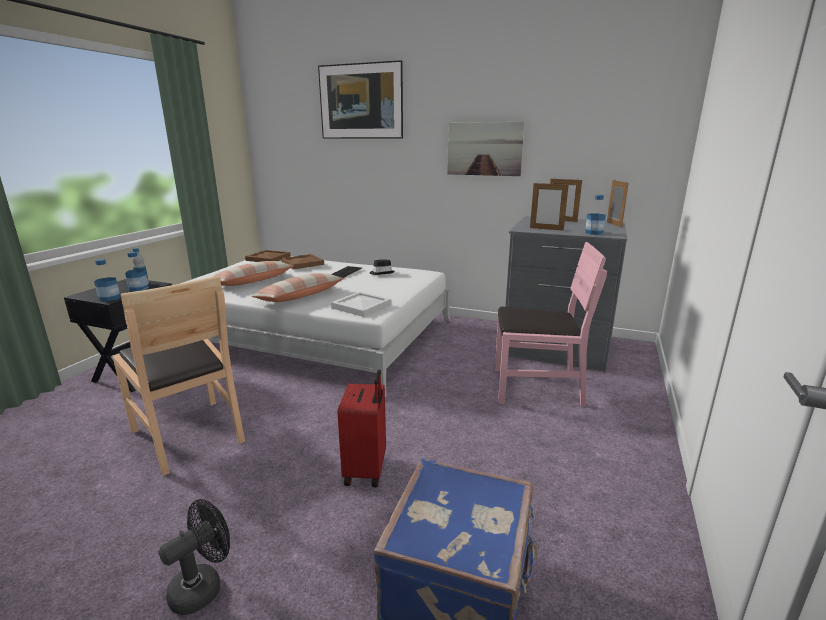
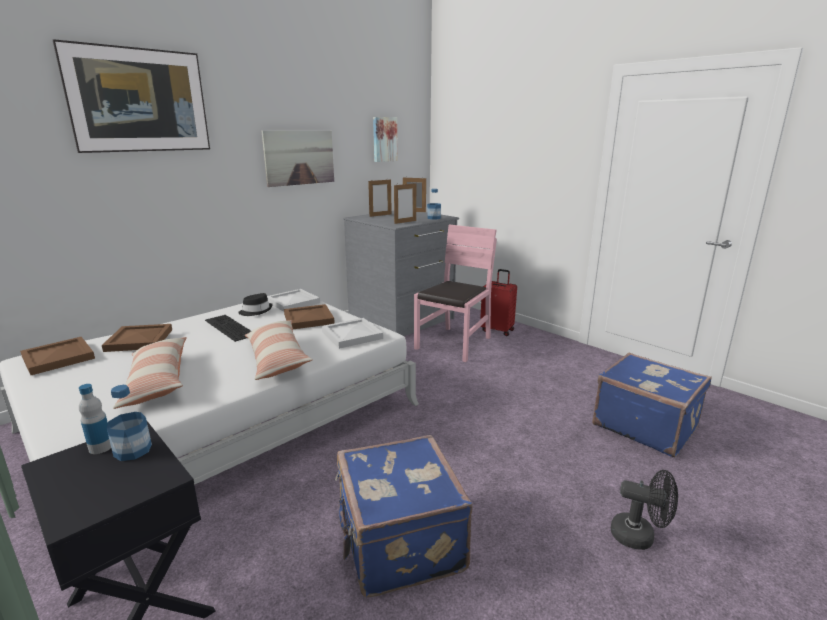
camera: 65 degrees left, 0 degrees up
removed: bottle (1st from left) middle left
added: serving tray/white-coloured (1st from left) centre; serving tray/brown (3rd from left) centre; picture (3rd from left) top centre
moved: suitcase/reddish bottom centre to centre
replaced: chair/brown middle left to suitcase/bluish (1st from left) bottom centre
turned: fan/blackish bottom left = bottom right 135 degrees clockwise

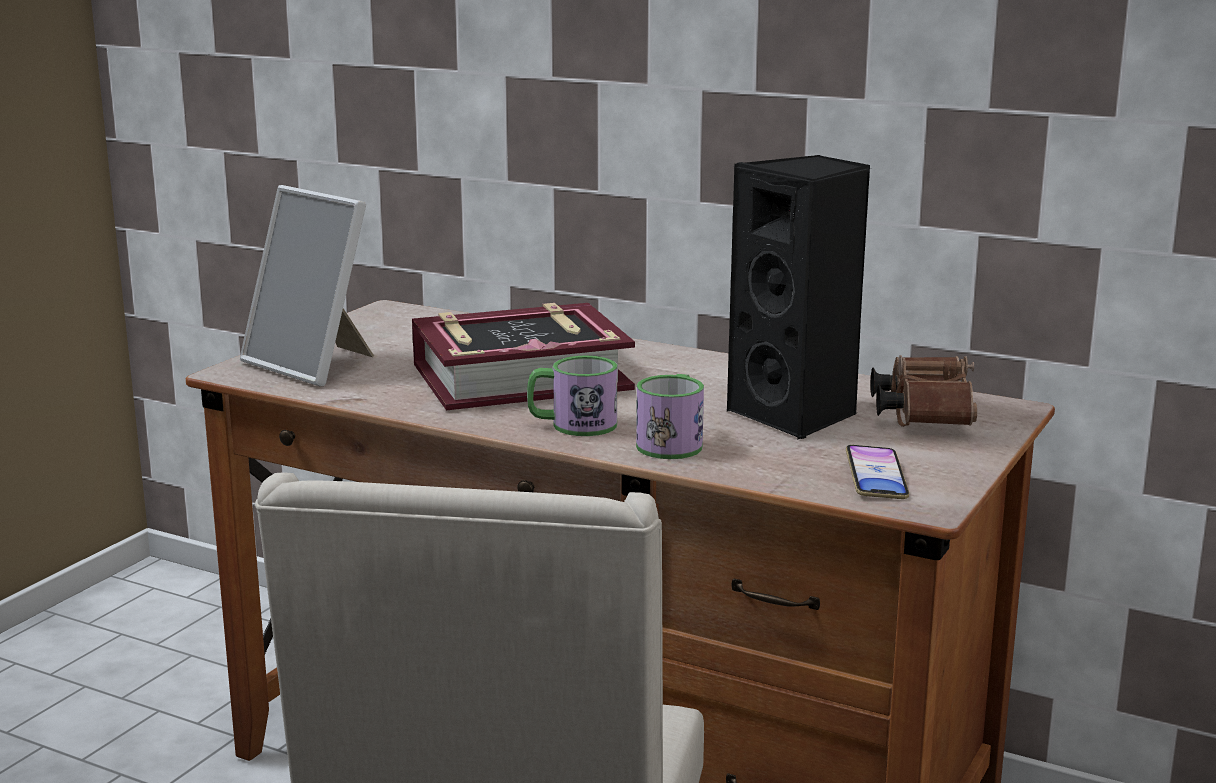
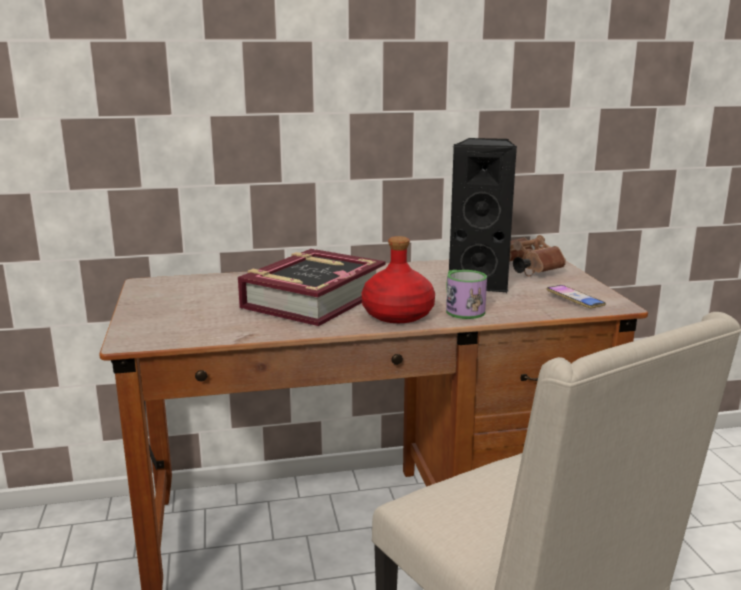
camera: 40 degrees left, 0 degrees up
removed: photo frame middle left
replaced: coffee mug (1st from left) centre to bottle/reddish centre

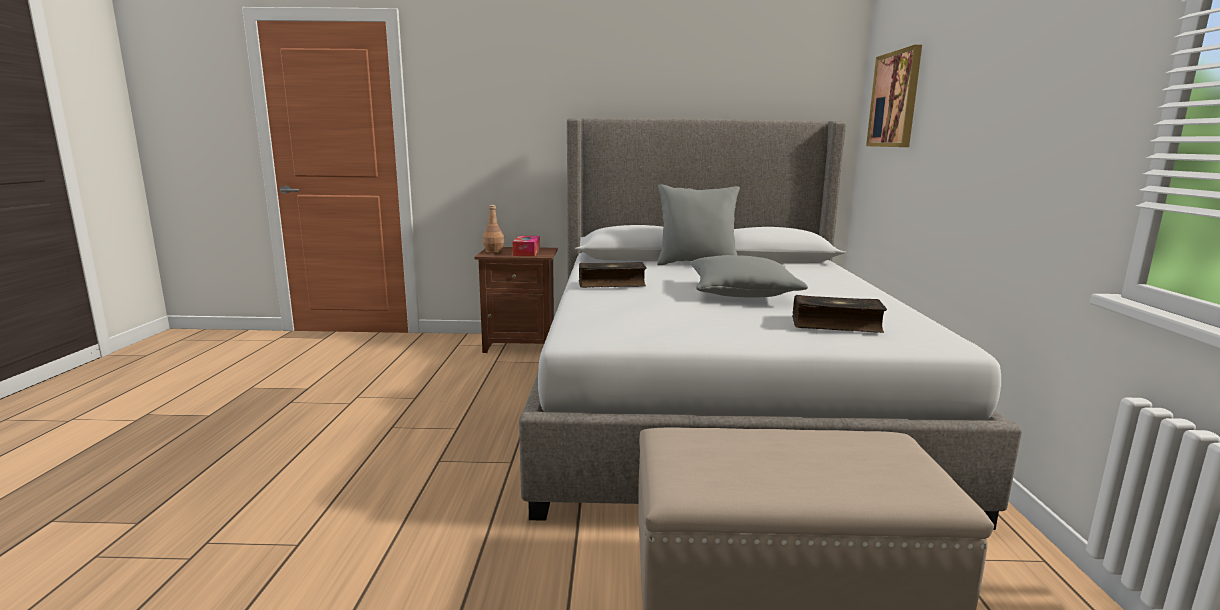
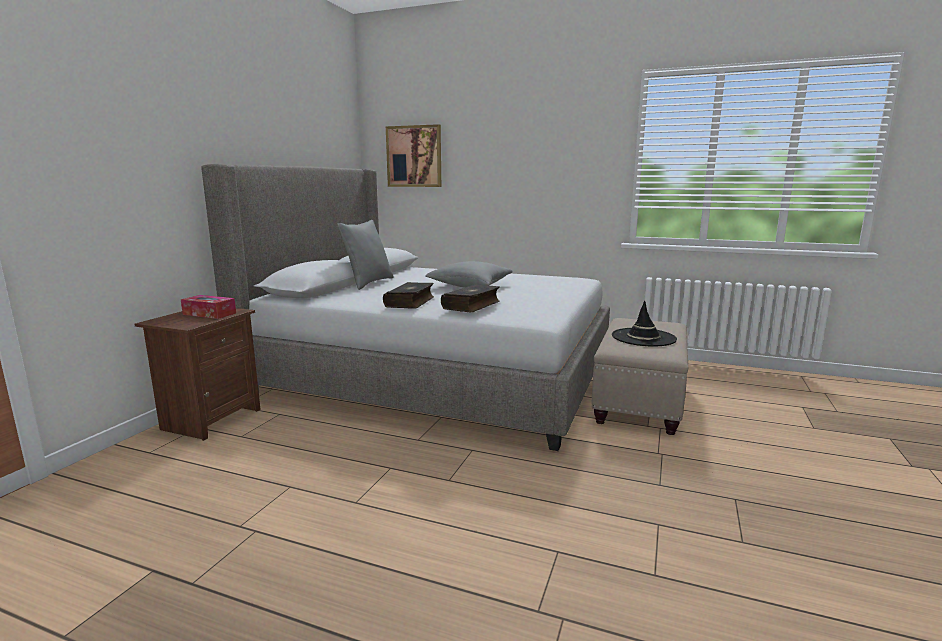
camera: 70 degrees left, 0 degrees up
removed: bottle/brown centre
added: hat/blackish middle right
moved: bound book (2nd from left) middle right to centre

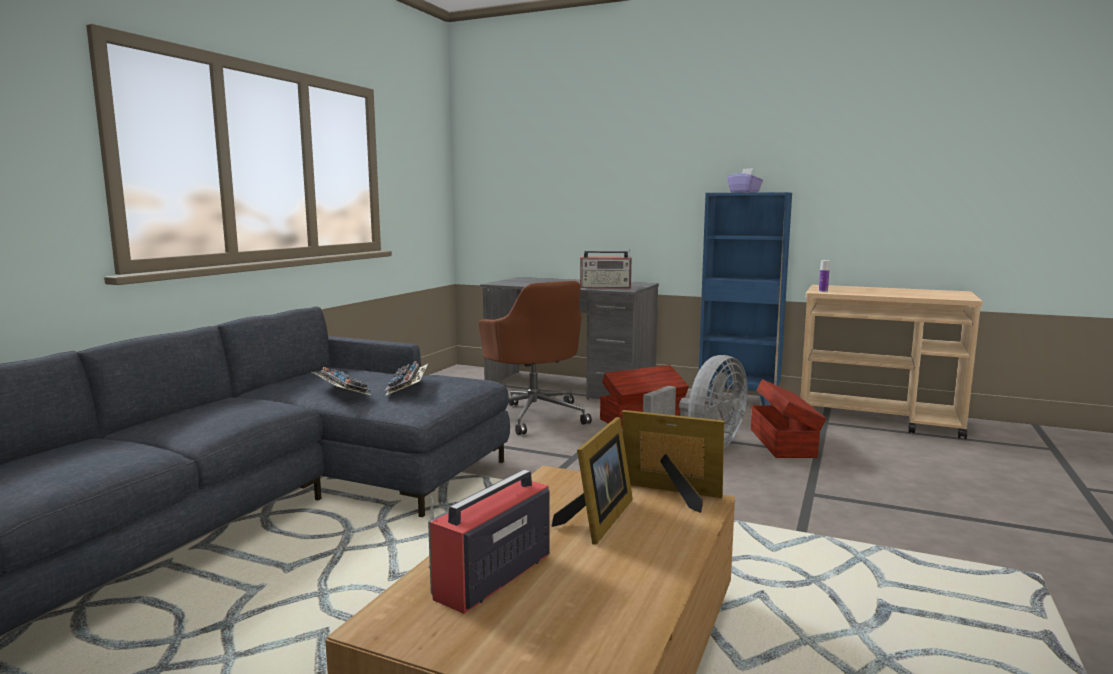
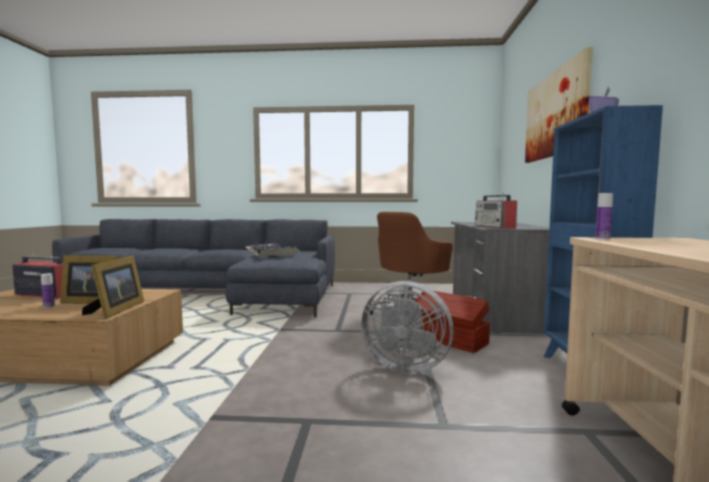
camera: 70 degrees right, 5 degrees down
removed: storage bin/brown (2nd from left) middle right
added: bottle (1st from left) middle left; picture top right

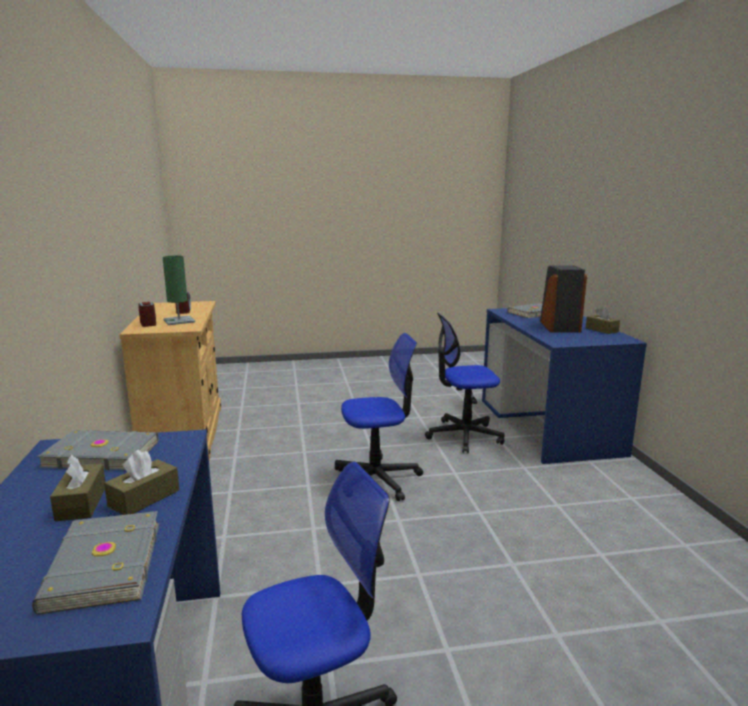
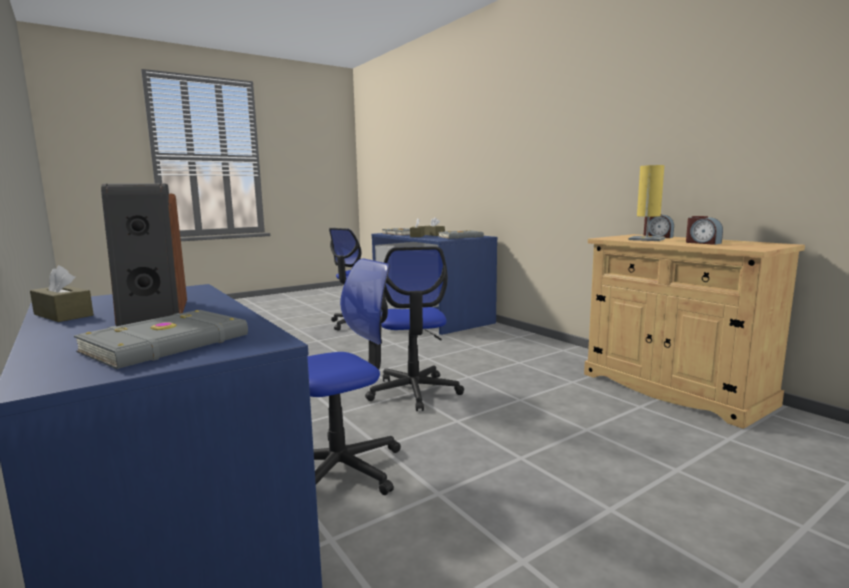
camera: 155 degrees right, 5 degrees down
recoloured: table lamp/green middle left to table lamp/yellow-coloured middle right
turned: desk chair (2nd from left in the first image) centre = centre 60 degrees counterclockwise

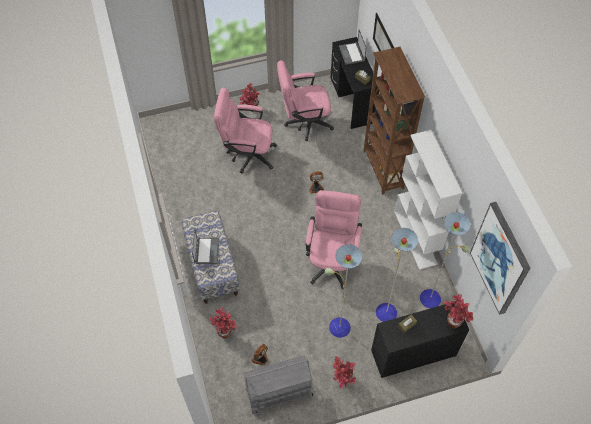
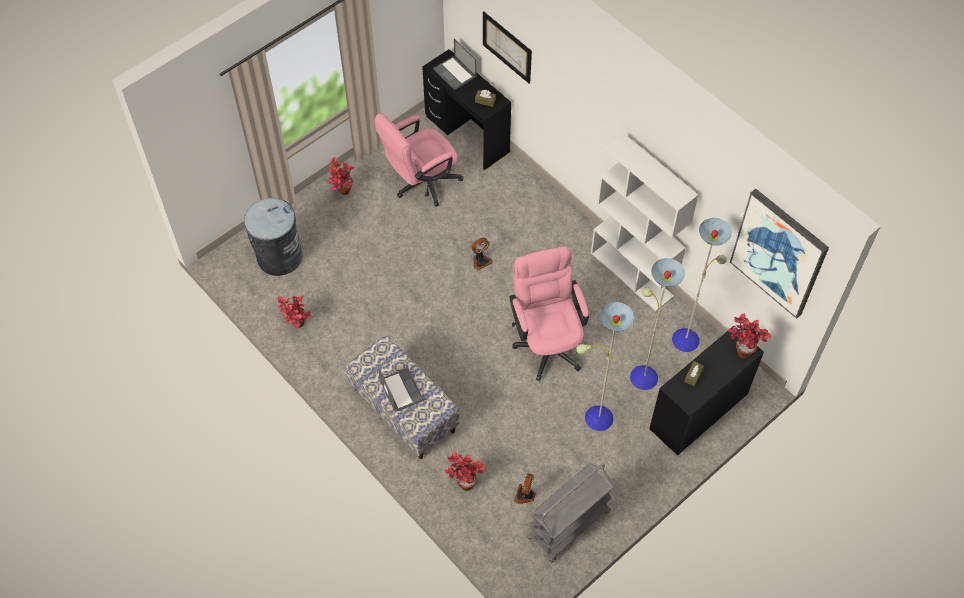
camera: 25 degrees left, 0 degrees up
removed: desk chair/pink (1st from left) top centre; bookcase/brown top right
added: rubbish bin/greyish middle left
moved: potted plant (3rd from left in the first image) bottom centre to potted plant (1st from left) middle left

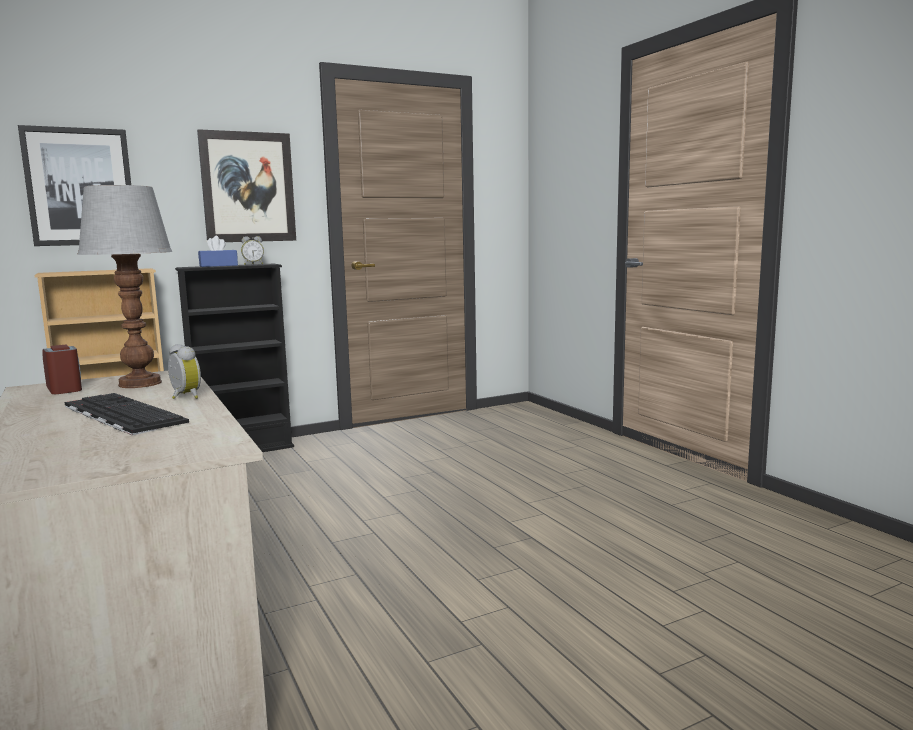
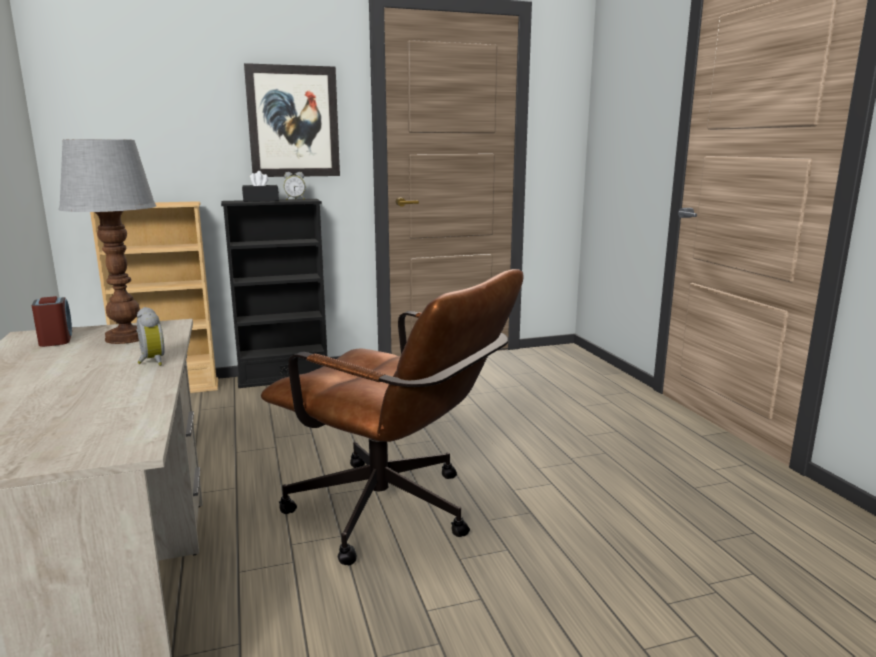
camera: 10 degrees right, 5 degrees up
removed: picture (1st from left) top left; computer keyboard middle left
added: desk chair/brown centre
recoloured: tissue box/bluish middle left to tissue box/blackish top left

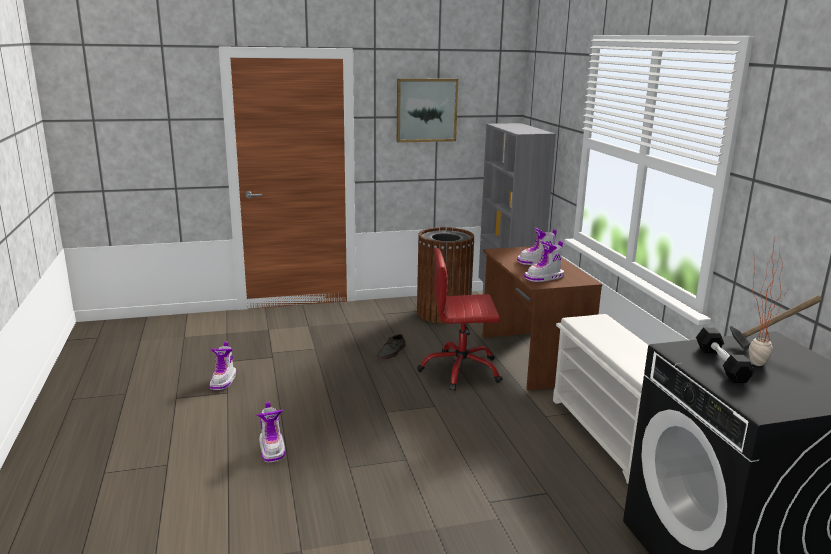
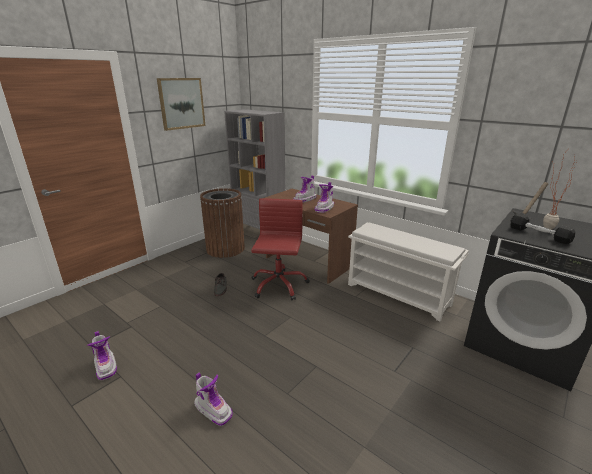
camera: 35 degrees left, 5 degrees up
turned: desk chair/reddish centre = centre 135 degrees clockwise

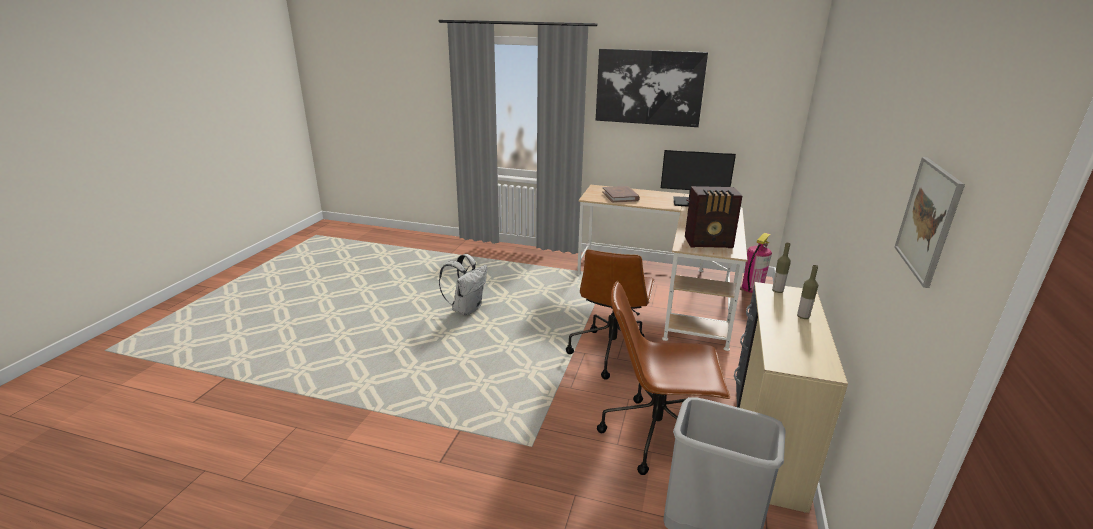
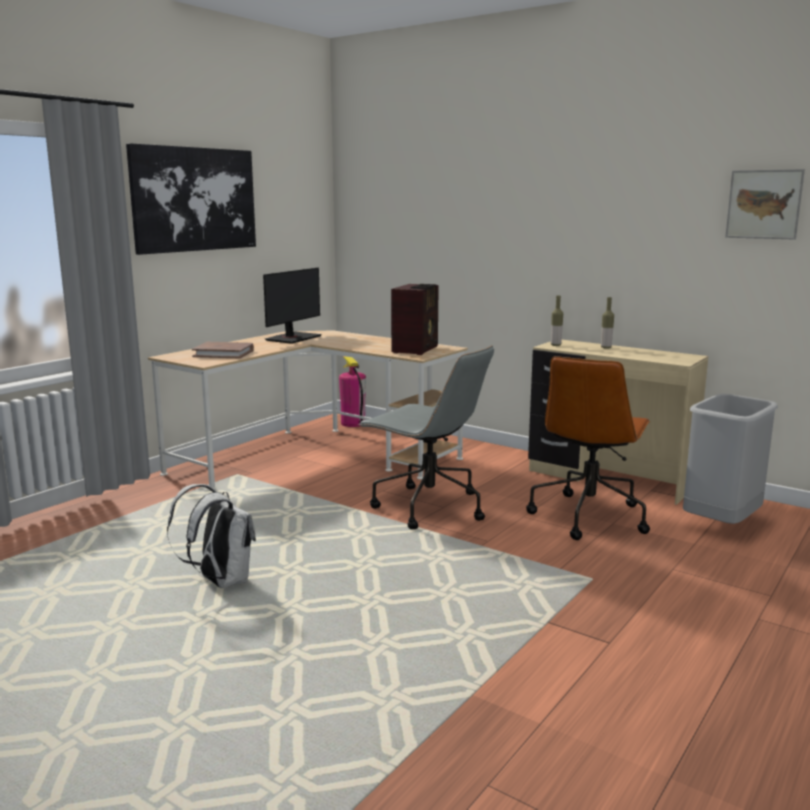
camera: 70 degrees left, 10 degrees down
recoloured: desk chair/brown (1st from left) centre to desk chair/greyish centre

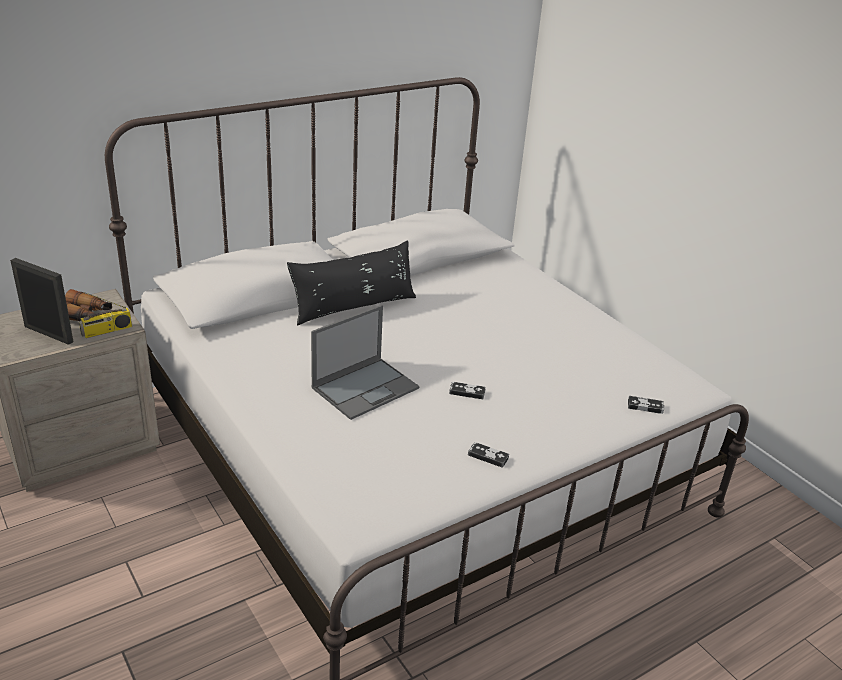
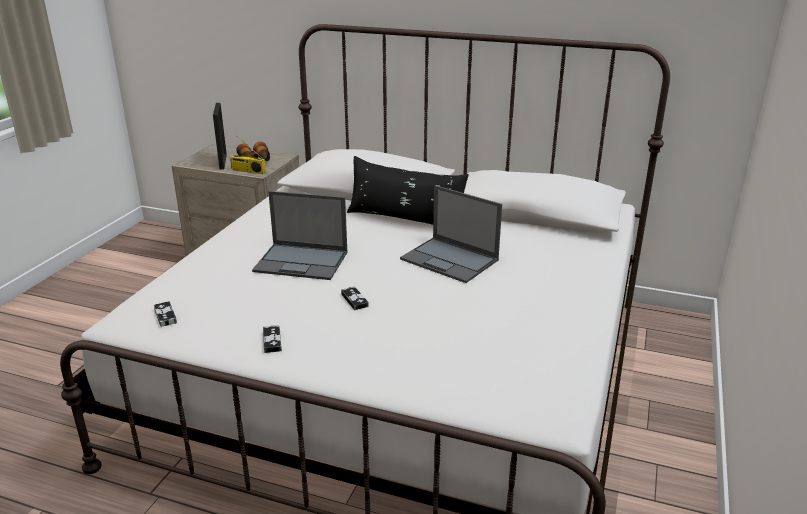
camera: 55 degrees right, 5 degrees down
added: portable computer (2nd from left) centre
moved: gamepad (3rd from left in the first image) middle right to gamepad (1st from left) middle left

